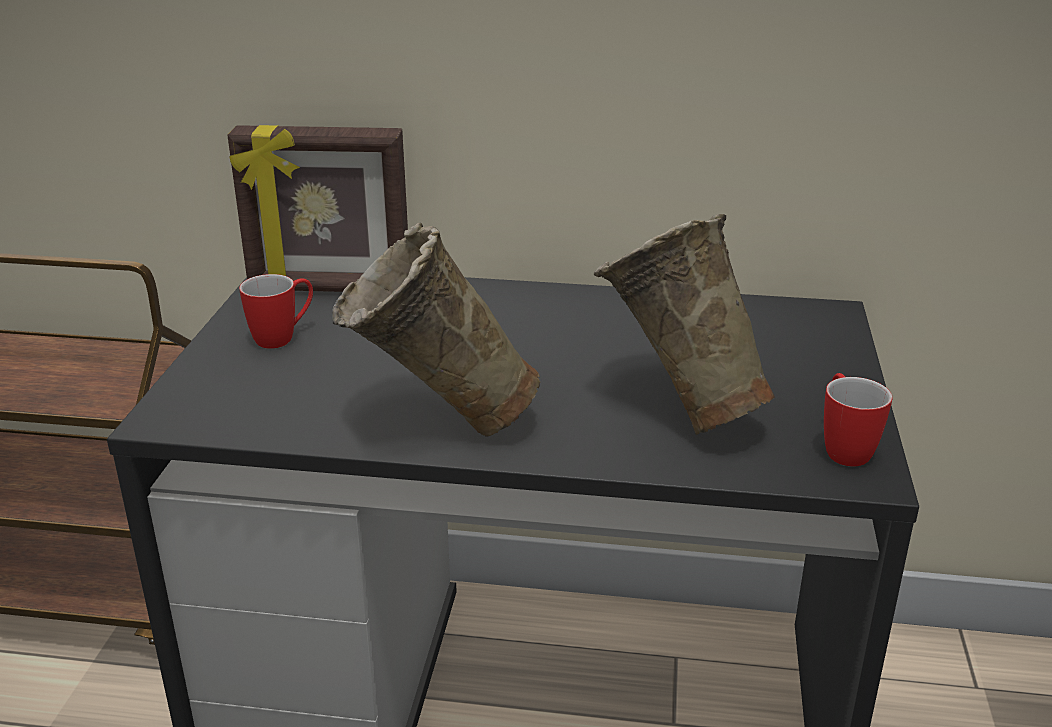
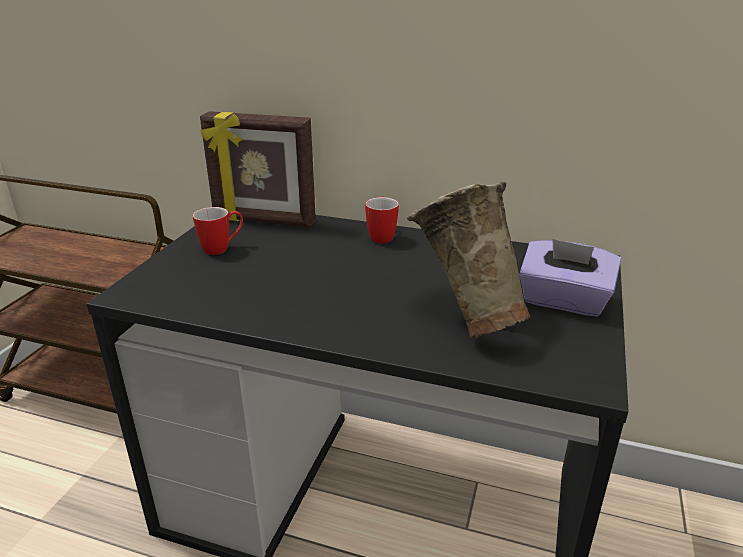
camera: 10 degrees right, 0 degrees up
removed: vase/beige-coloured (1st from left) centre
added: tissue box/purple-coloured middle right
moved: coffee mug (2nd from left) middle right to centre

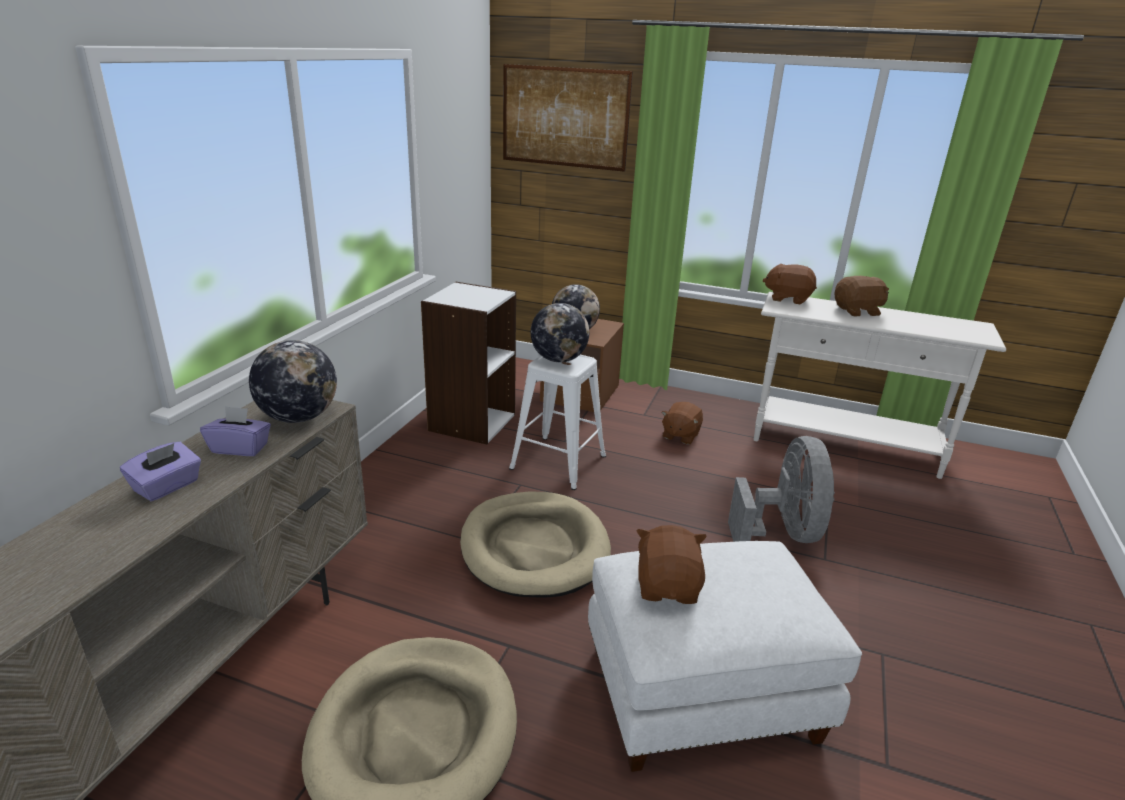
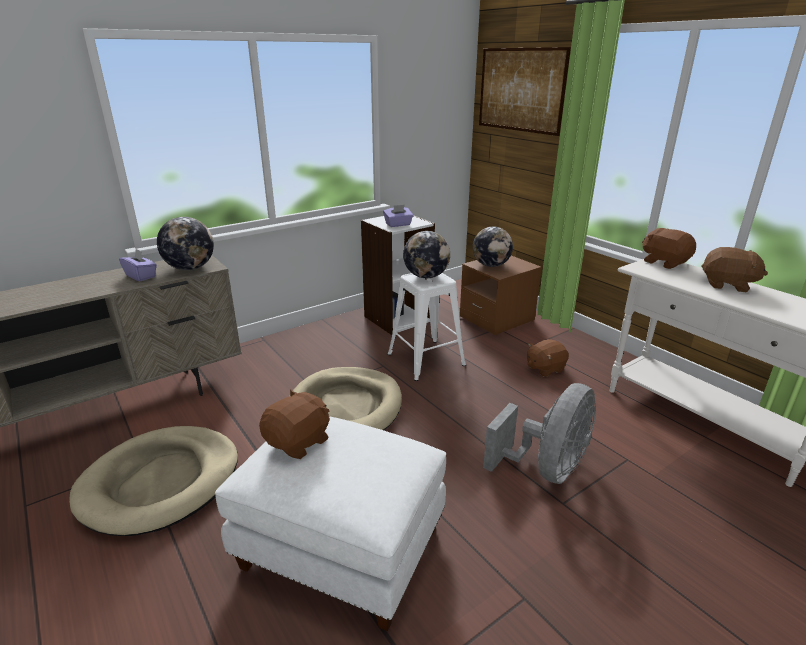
camera: 35 degrees right, 0 degrees up
moved: tissue box/purple-coloured (1st from left in the first image) middle left to tissue box/purple-coloured (2nd from left) centre

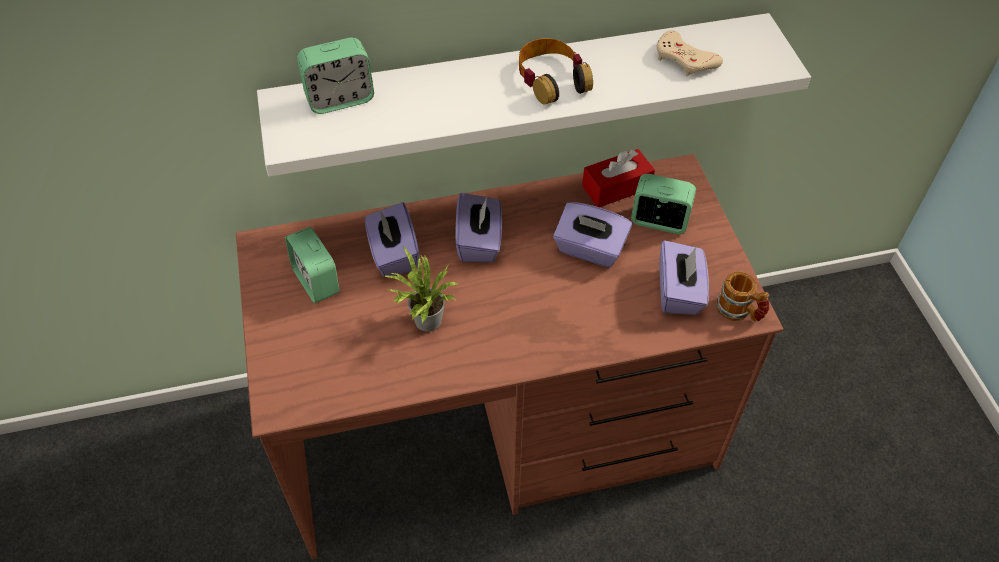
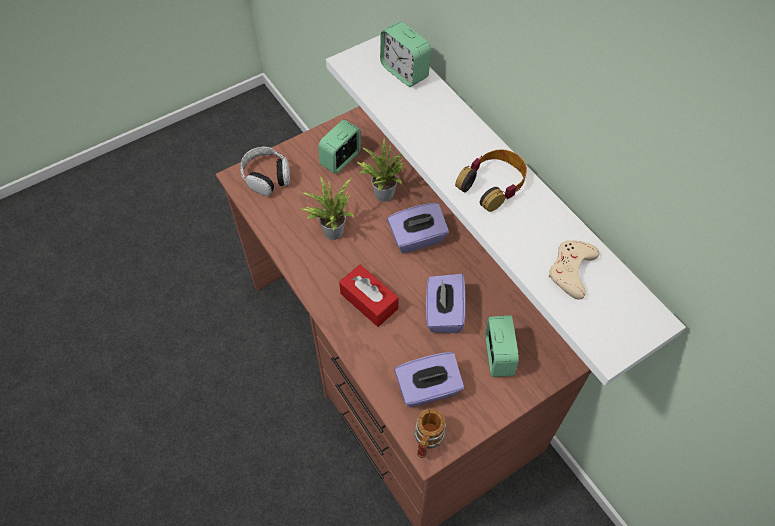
camera: 70 degrees right, 5 degrees up
added: headset (1st from left) top centre
moved: tissue box/reddish top centre to centre
replaced: tissue box/purple-coloured (1st from left) centre to potted plant (2nd from left) top centre

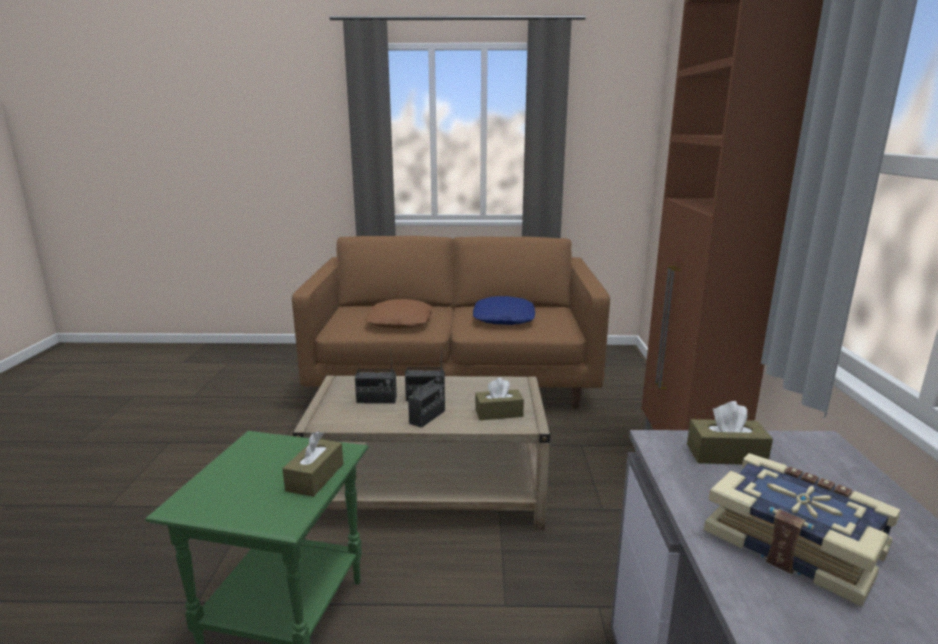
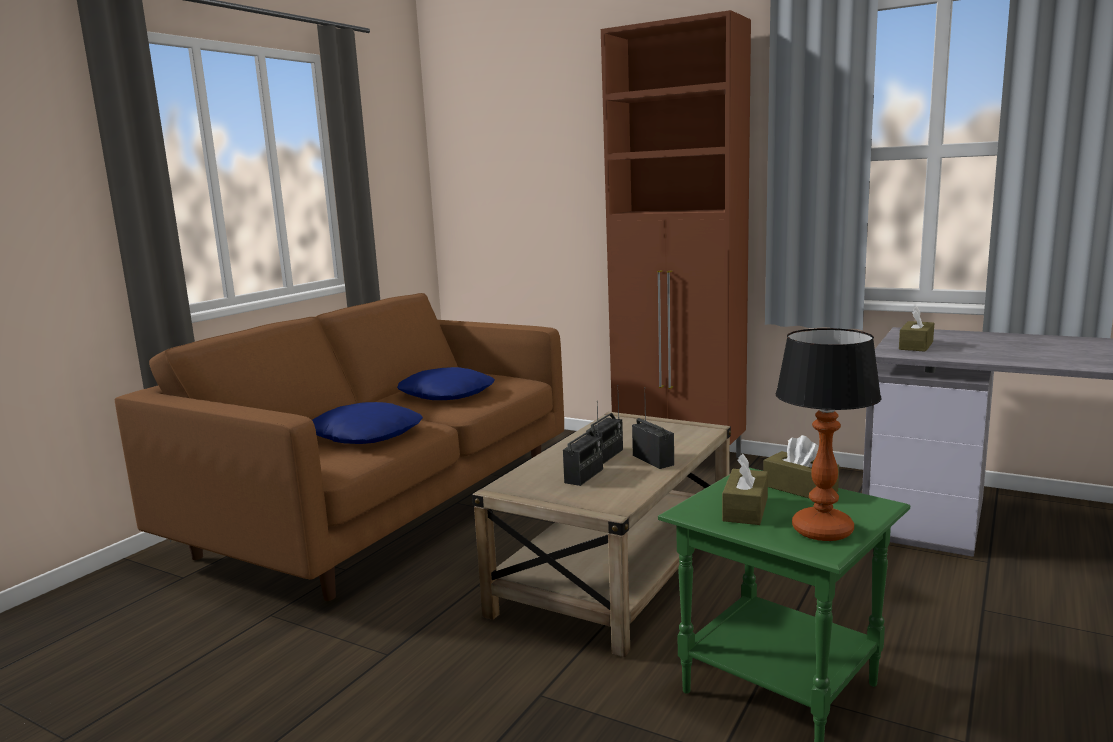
camera: 60 degrees left, 5 degrees down
removed: bound book bottom right
added: table lamp middle right
moved: tissue box/brown (2nd from left in the first image) centre to tissue box/brown (1st from left) middle right
recoloured: throw pillow/brown centre to throw pillow/bluish (1st from left) middle left

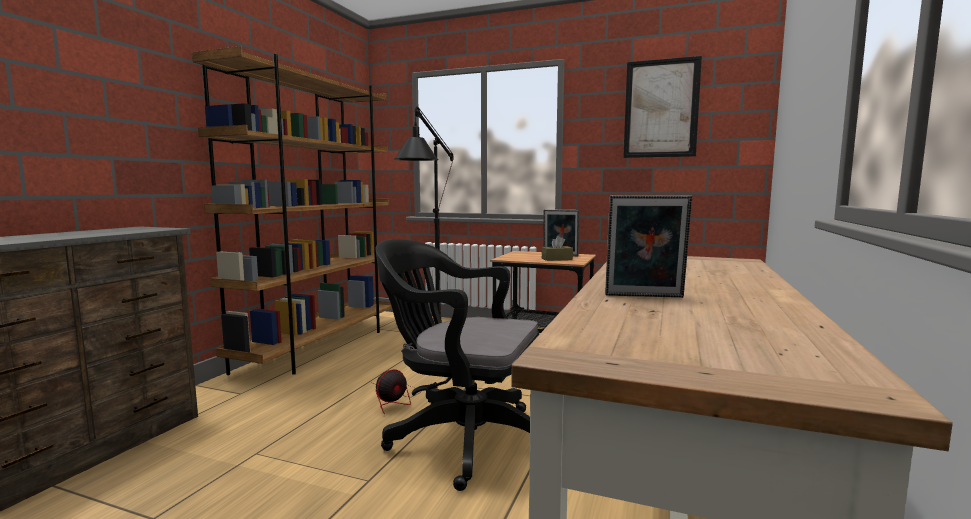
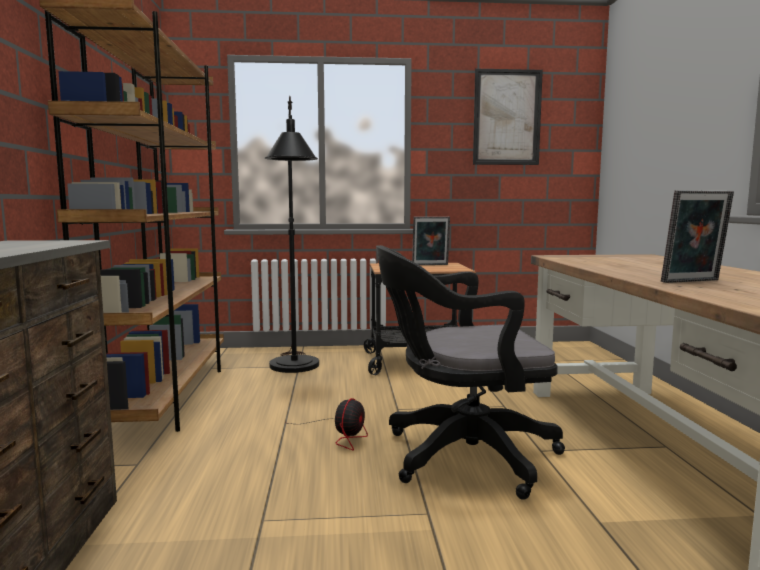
camera: 25 degrees left, 0 degrees up
removed: tissue box/brown centre

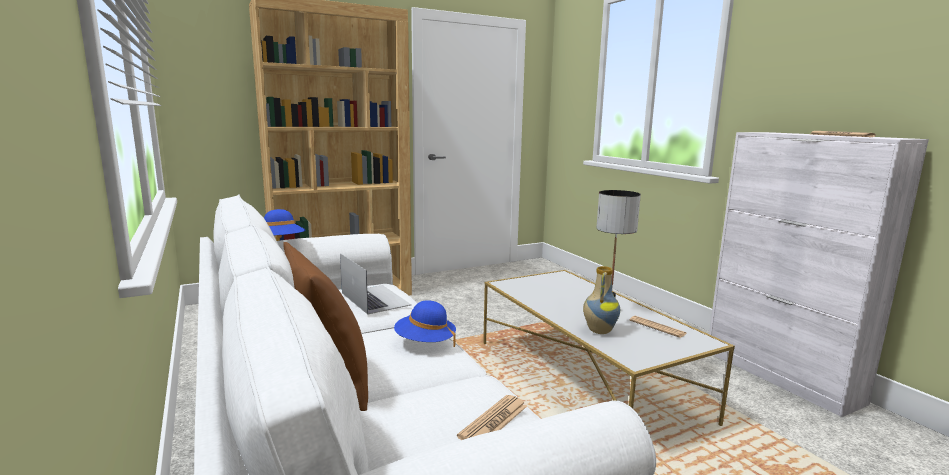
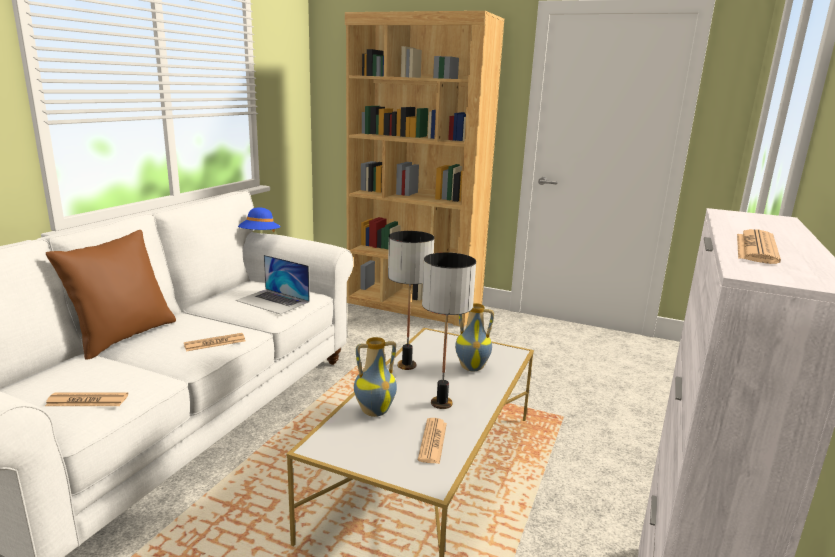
camera: 50 degrees right, 5 degrees up
added: table lamp (1st from left) centre; vase (2nd from left) centre
replaced: hat/bluish (2nd from left) bottom centre to newspaper (2nd from left) middle left
turned: portable computer centre = middle left 105 degrees clockwise

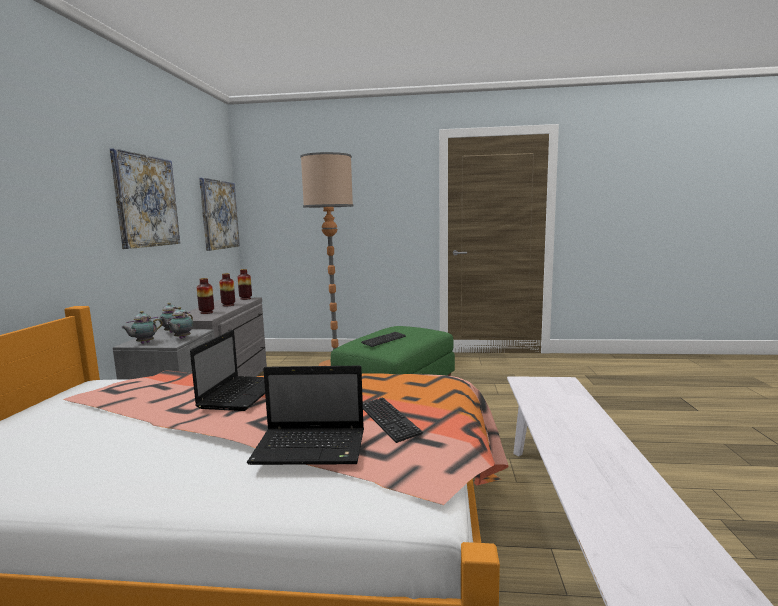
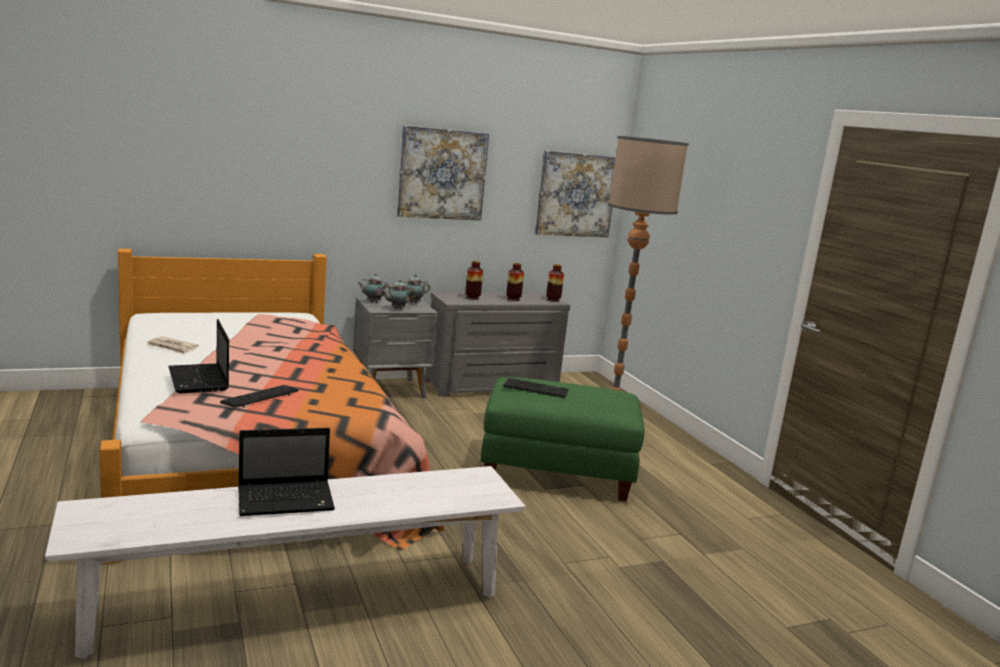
camera: 60 degrees right, 5 degrees up
added: newspaper middle left
moved: portable computer (1st from left in the first image) middle left to portable computer (2nd from left) bottom left

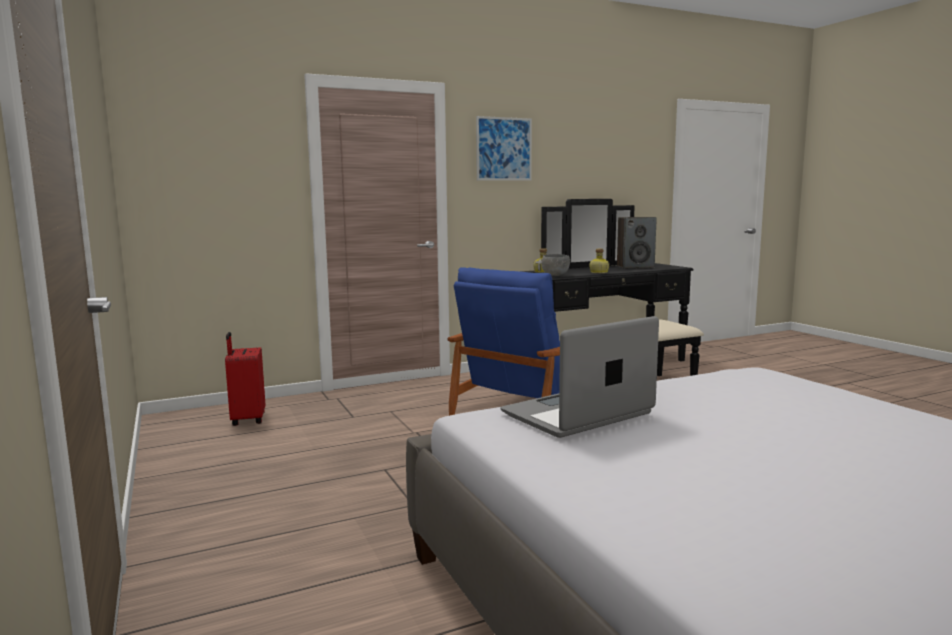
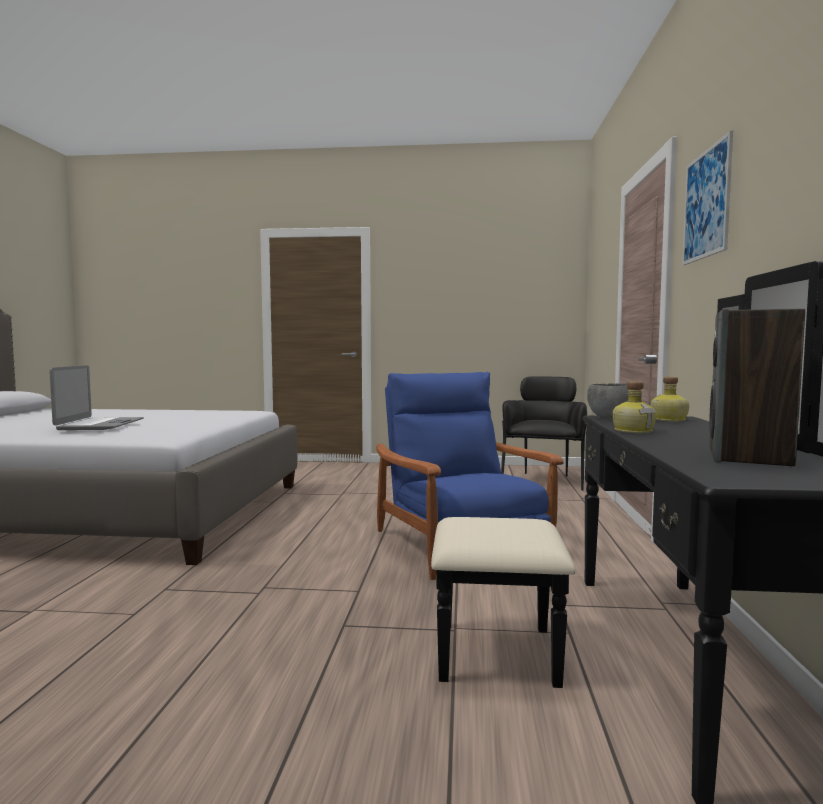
camera: 120 degrees right, 5 degrees down
moved: portable computer centre to middle left
replaced: suitcase/reddish middle left to easy chair/blackish centre

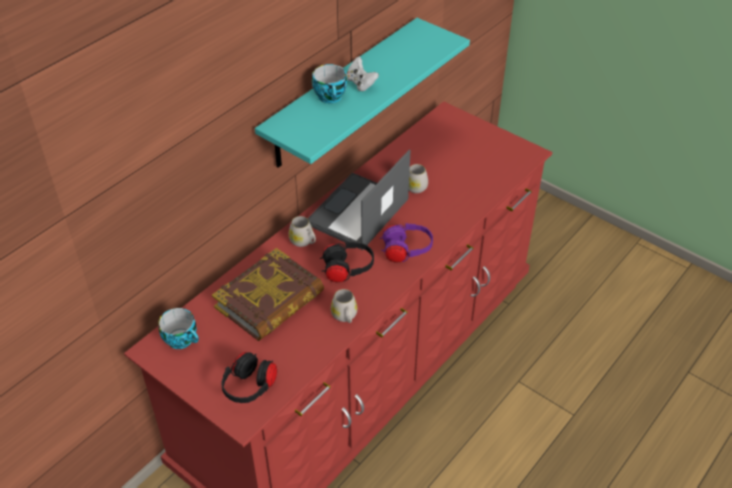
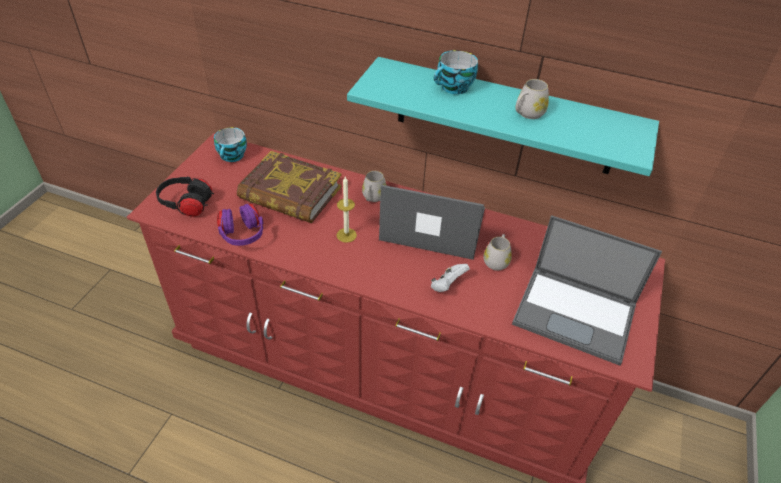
camera: 70 degrees right, 0 degrees up
added: portable computer (2nd from left) middle right
moved: headset/purple-coloured centre to middle left; gamepad/white-coloured top centre to centre; coffee mug/white-coloured (2nd from left in the first image) centre to coffee mug/white-coloured (3rd from left) top right
replaced: headset/blackish (2nd from left) centre to candle centre

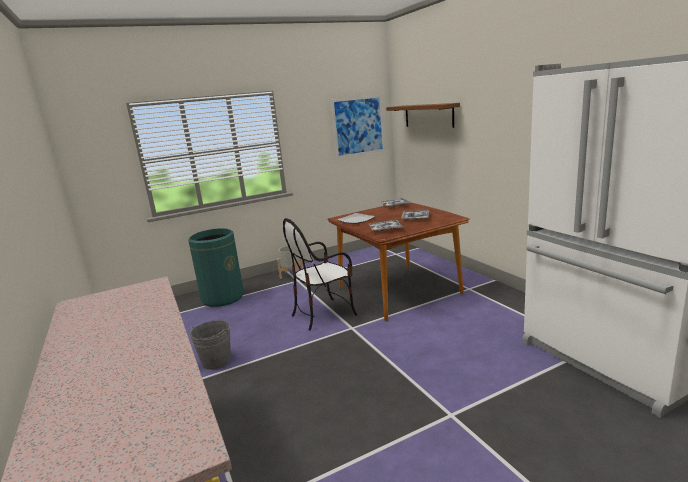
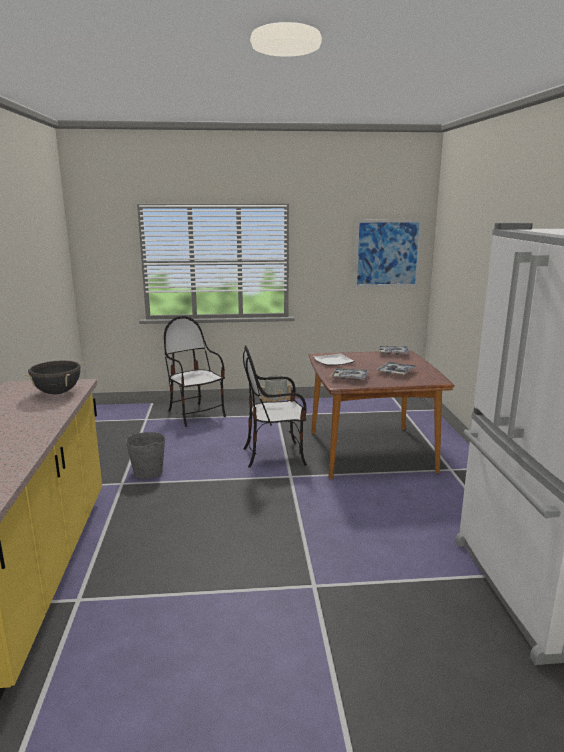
camera: 20 degrees right, 0 degrees up
removed: wall shelf/brown top centre
added: stockpot/blackish middle left
replaced: rubbish bin/green middle left to chair (1st from left) centre

